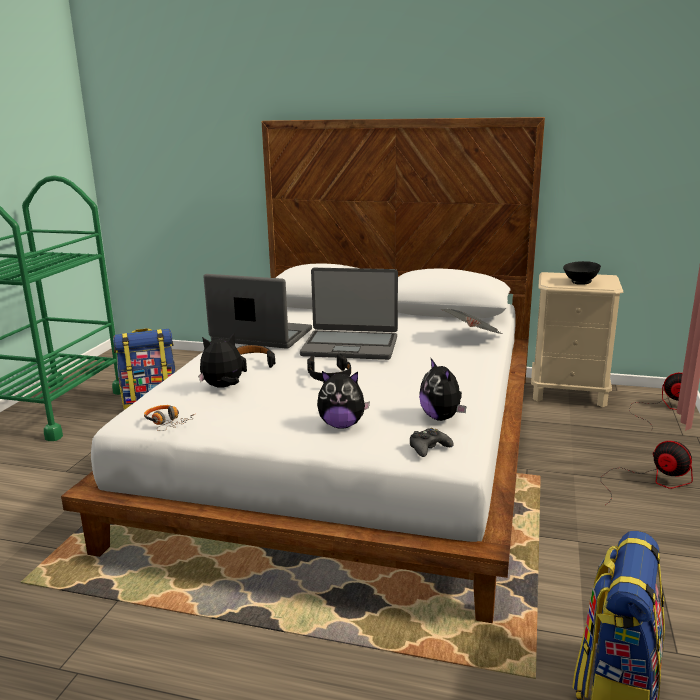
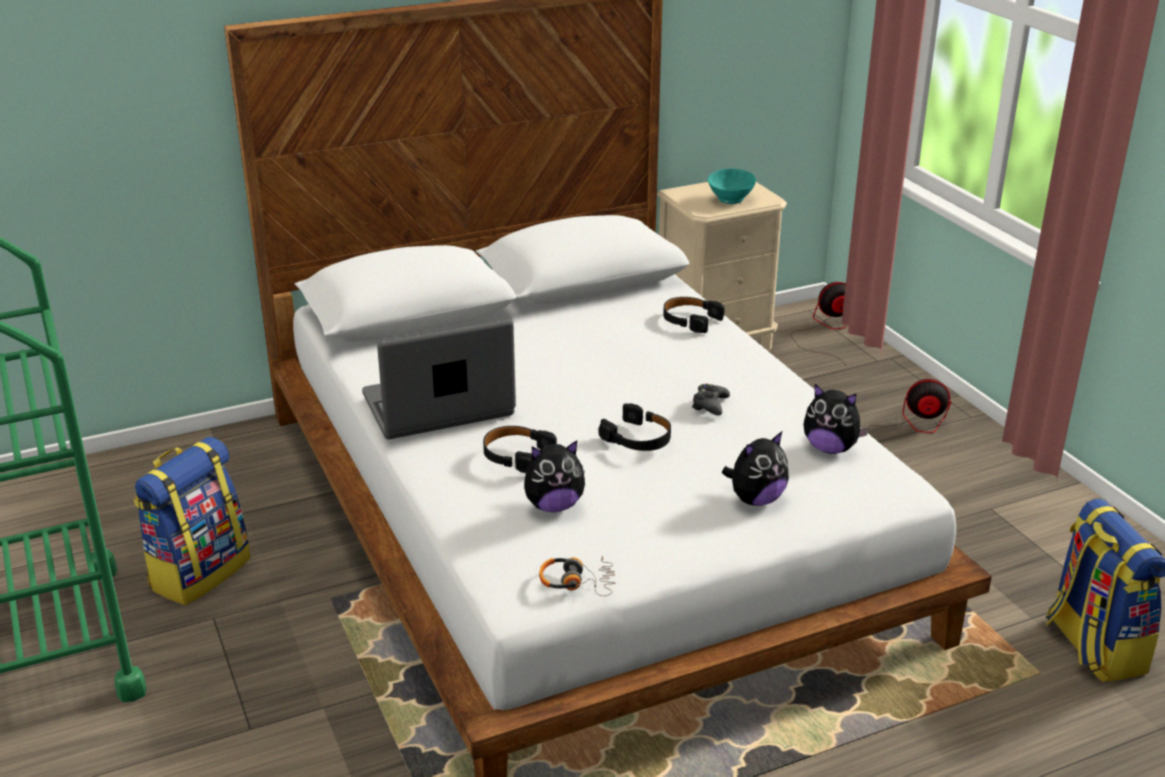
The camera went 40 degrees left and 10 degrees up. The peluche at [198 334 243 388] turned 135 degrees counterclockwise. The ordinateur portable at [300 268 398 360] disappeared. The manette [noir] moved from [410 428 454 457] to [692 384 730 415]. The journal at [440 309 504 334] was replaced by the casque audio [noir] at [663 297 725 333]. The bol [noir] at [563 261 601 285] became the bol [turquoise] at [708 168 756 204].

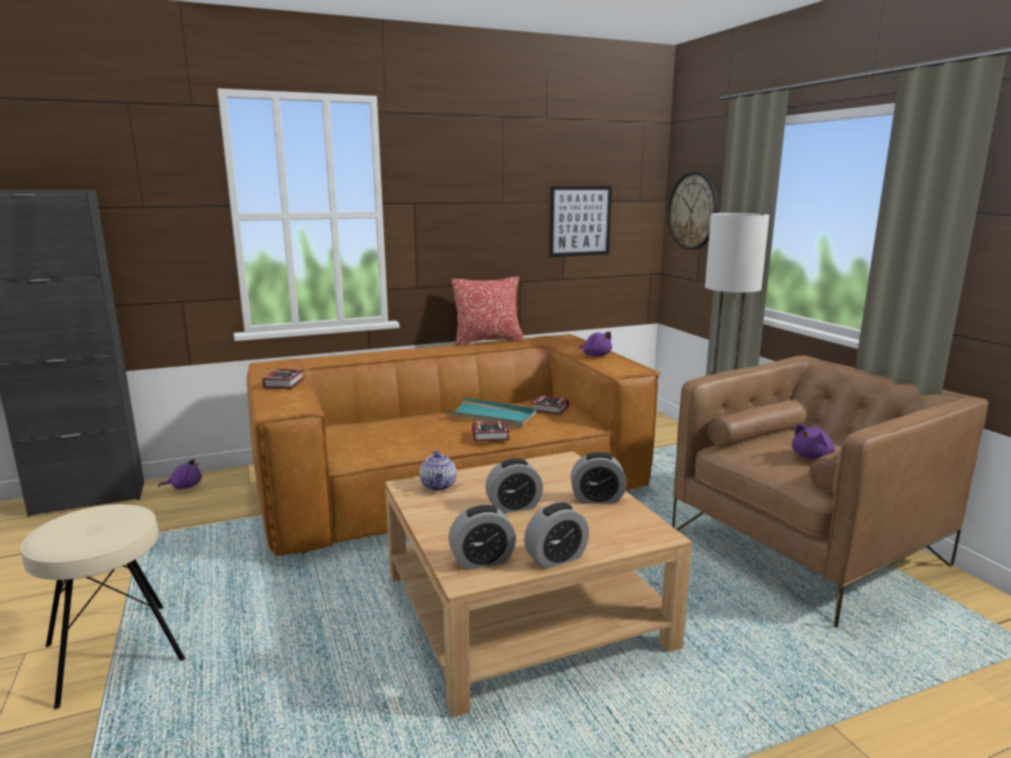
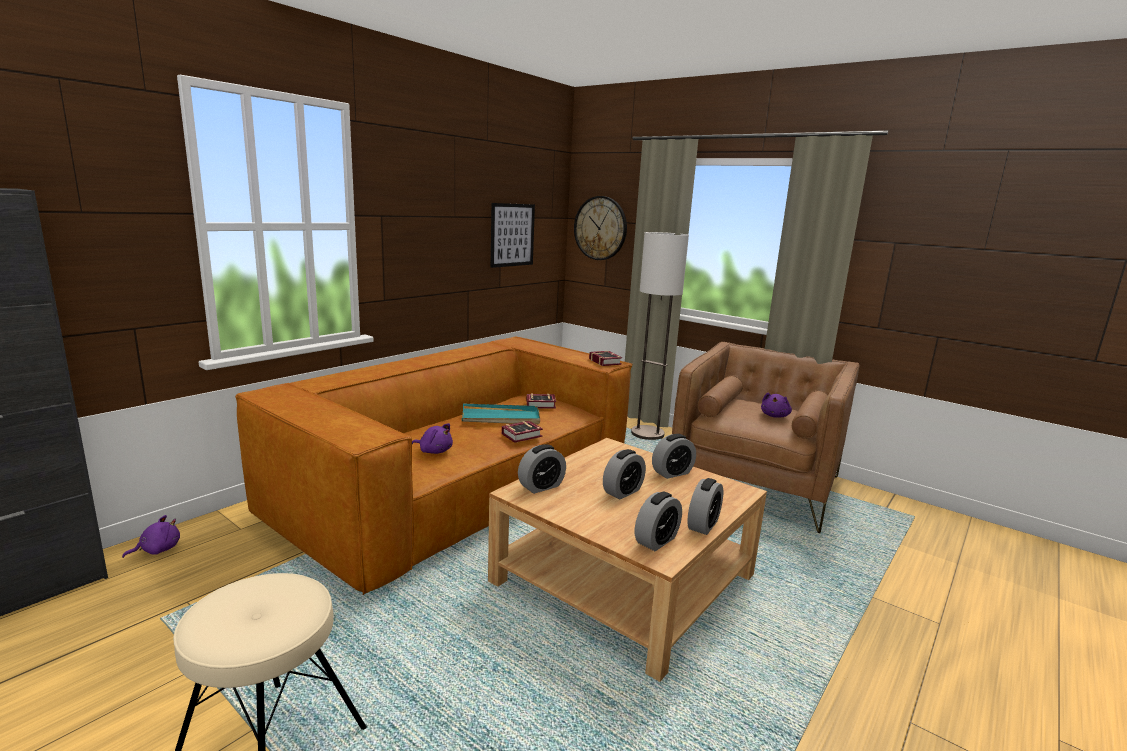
The camera went 30 degrees left and 0 degrees up. The livre moved from [262 369 305 389] to [589 351 622 366]. The théière at [419 450 457 491] was replaced by the réveil at [518 444 566 494]. The coussin at [451 276 524 345] disappeared. The peluche [violet] moved from [579 332 612 357] to [412 423 453 454].

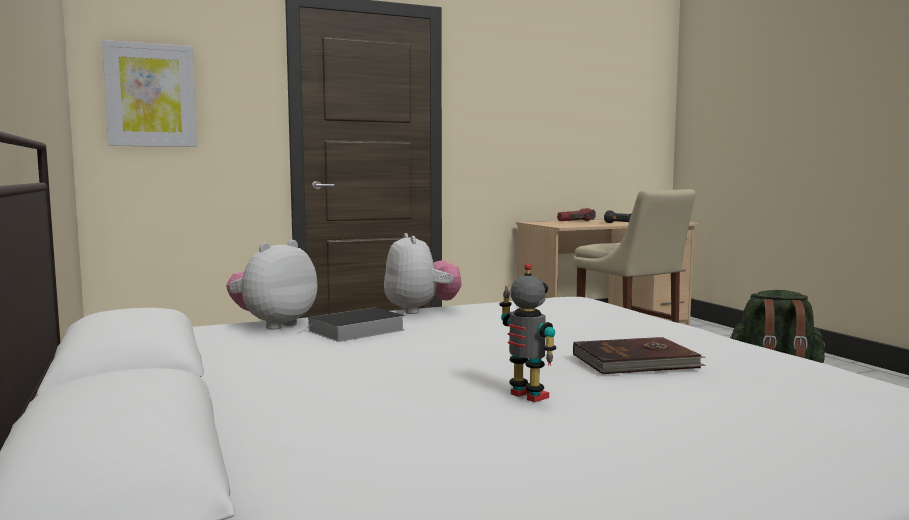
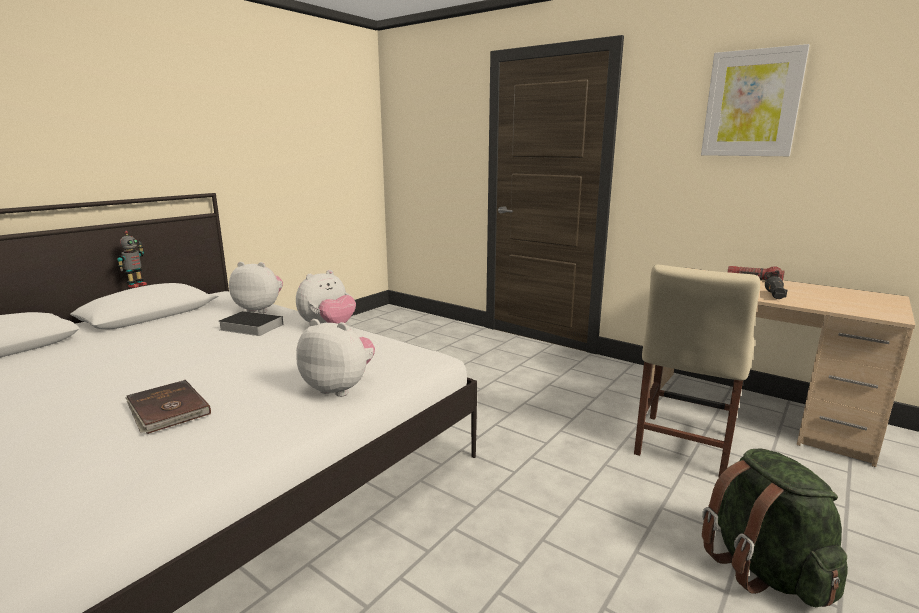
The camera went 60 degrees right and 10 degrees up. The tableau moved from [102 40 197 147] to [701 44 810 156]. The robot jouet moved from [499 263 556 402] to [117 231 147 288]. The peluche at [296 319 375 397] appeared.

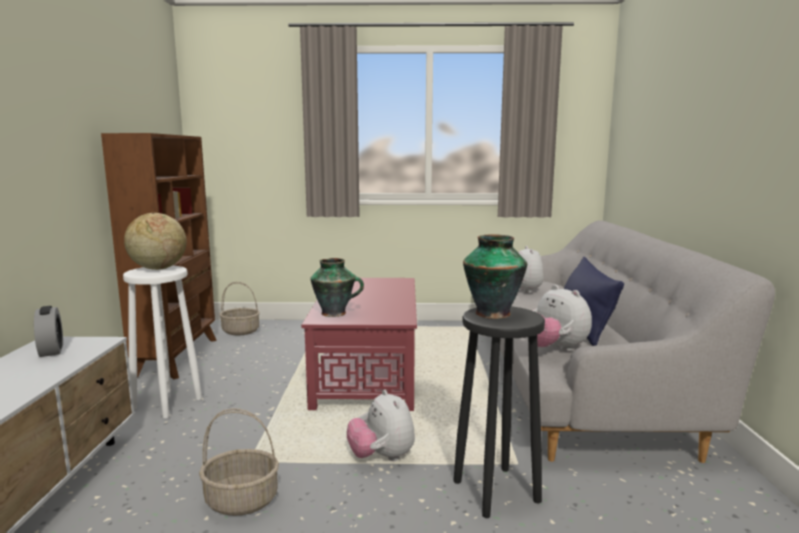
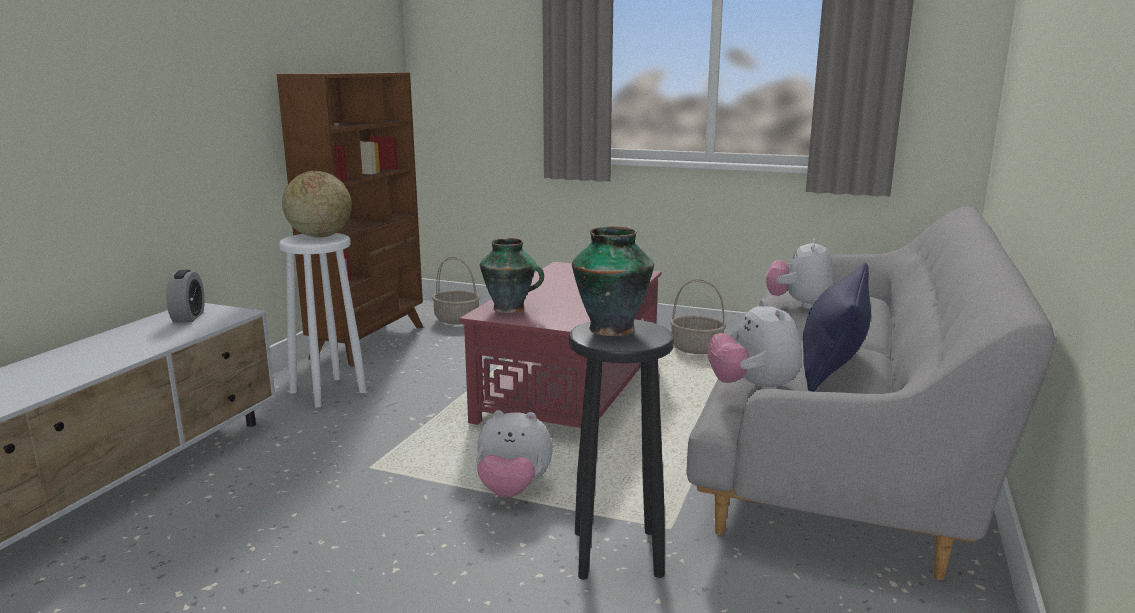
The camera went 20 degrees right and 5 degrees up. The panier moved from [199 408 279 516] to [670 279 726 354]. The peluche at [347 389 415 461] turned 75 degrees counterclockwise.

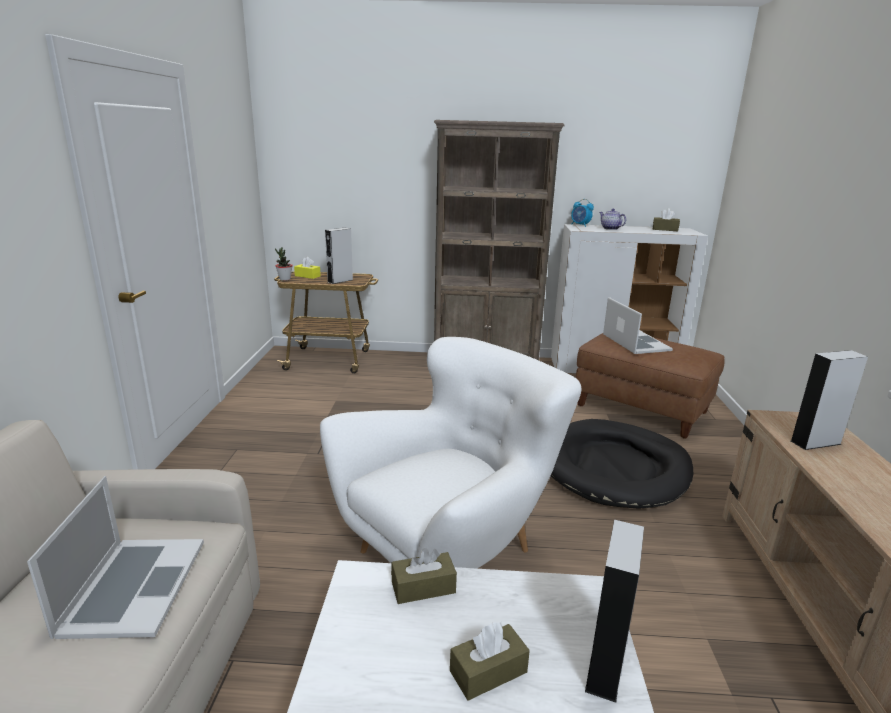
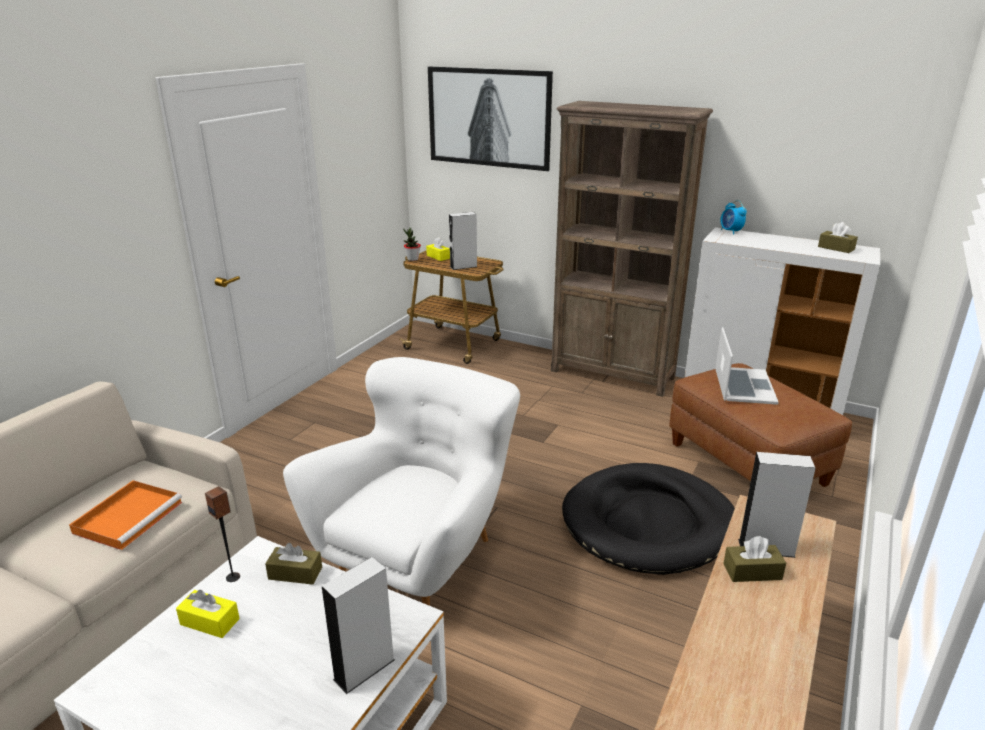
The camera went 25 degrees right and 5 degrees up. The ordinateur portable at [27 476 204 639] was replaced by the plateau [orange] at [69 480 182 550]. The fauteuil [blanc] at [320 337 581 569] turned 45 degrees counterclockwise. The boîte à mouchoirs [marron] moved from [450 622 530 701] to [723 536 786 582]. The théière at [599 209 626 230] disappeared. The boîte à mouchoirs [jaune] at [176 590 240 638] appeared. The enceinte at [205 486 240 582] appeared. The tableau at [428 67 553 171] appeared.

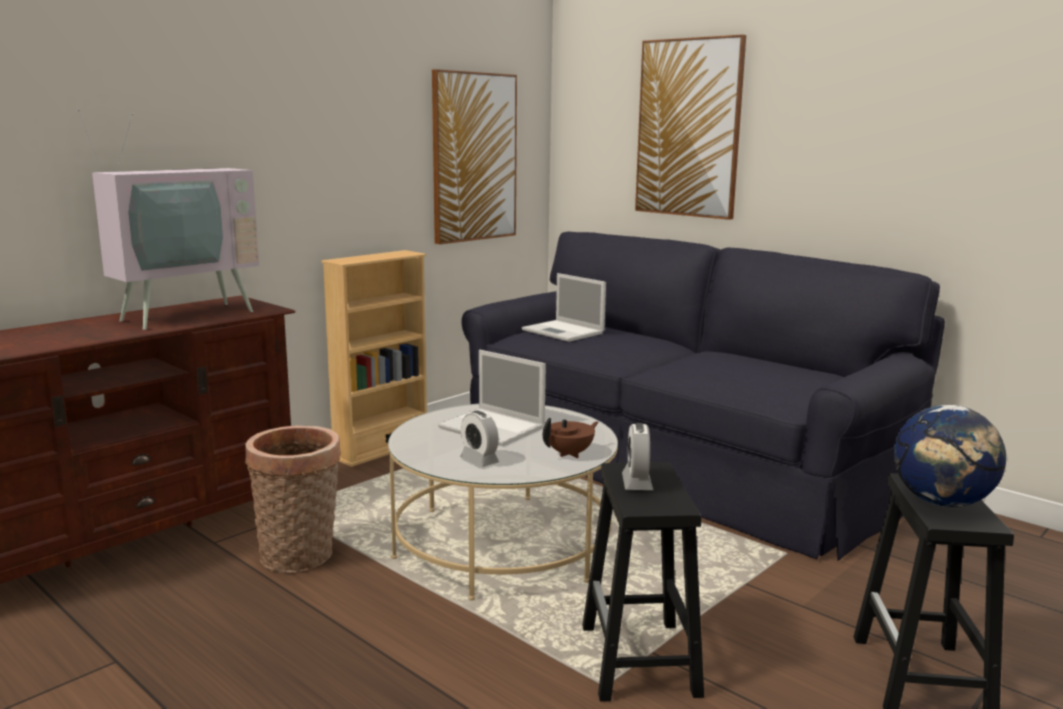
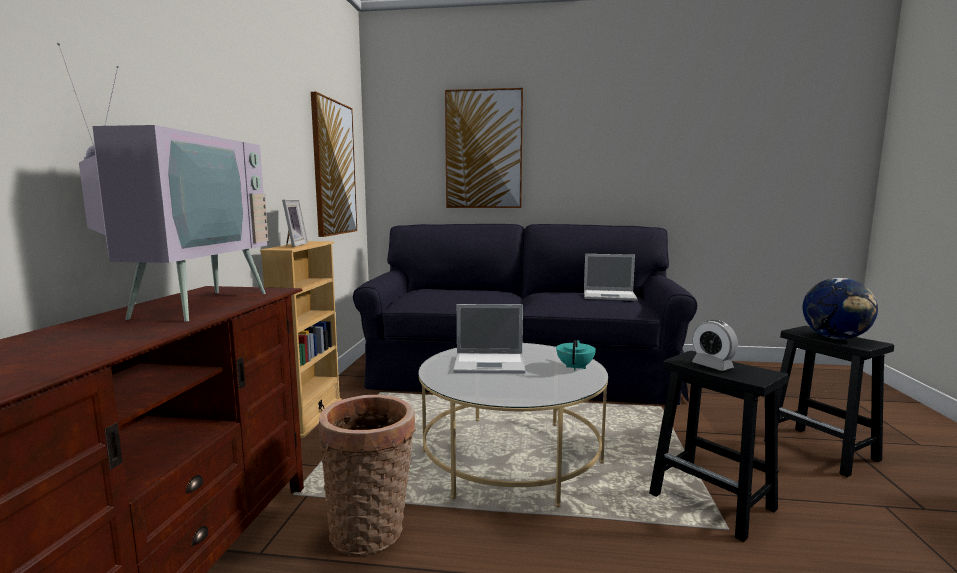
The camera went 35 degrees left and 5 degrees down. The réveil at [460 411 499 467] disappeared. The ordinateur portable moved from [522 273 606 342] to [584 254 638 301]. The théière [marron] at [543 418 599 458] became the théière [turquoise] at [556 340 596 371]. The cadre photo at [282 199 308 247] appeared.

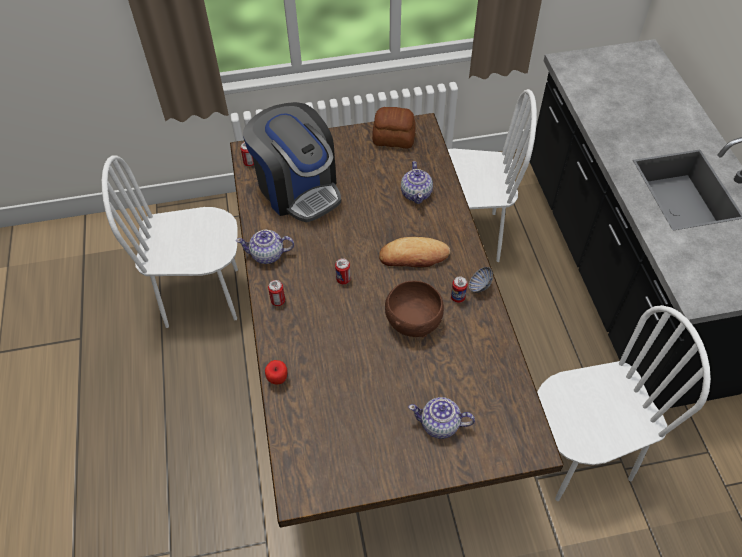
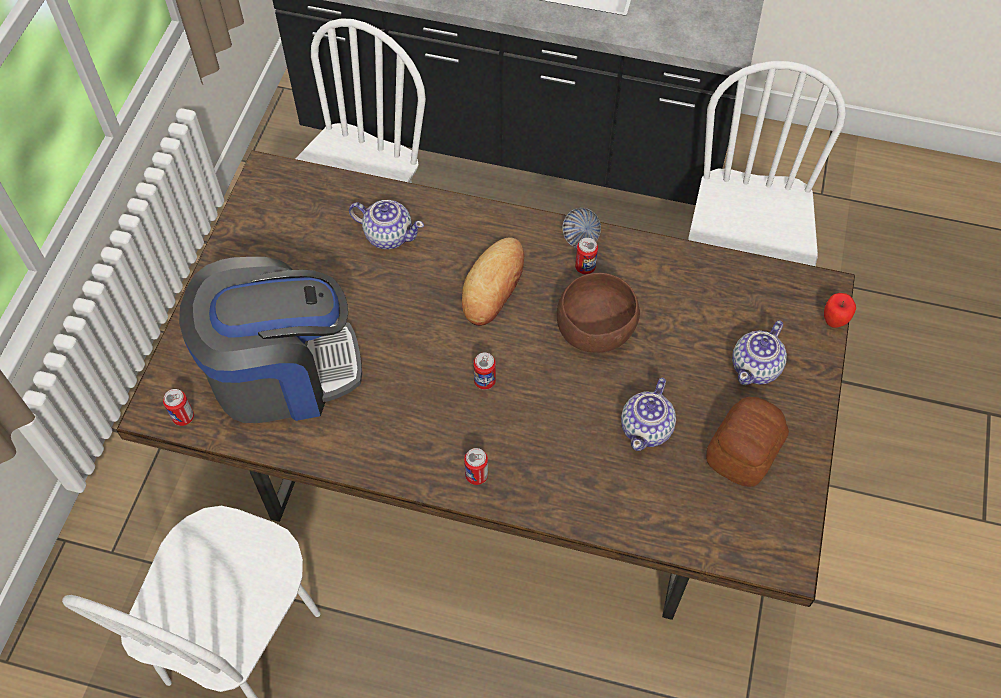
The camera went 65 degrees left and 5 degrees up. The théière moved from [236 230 294 264] to [621 378 676 451]. The pomme moved from [265 360 287 384] to [824 293 856 328]. The pain moved from [372 107 416 148] to [706 397 789 487].

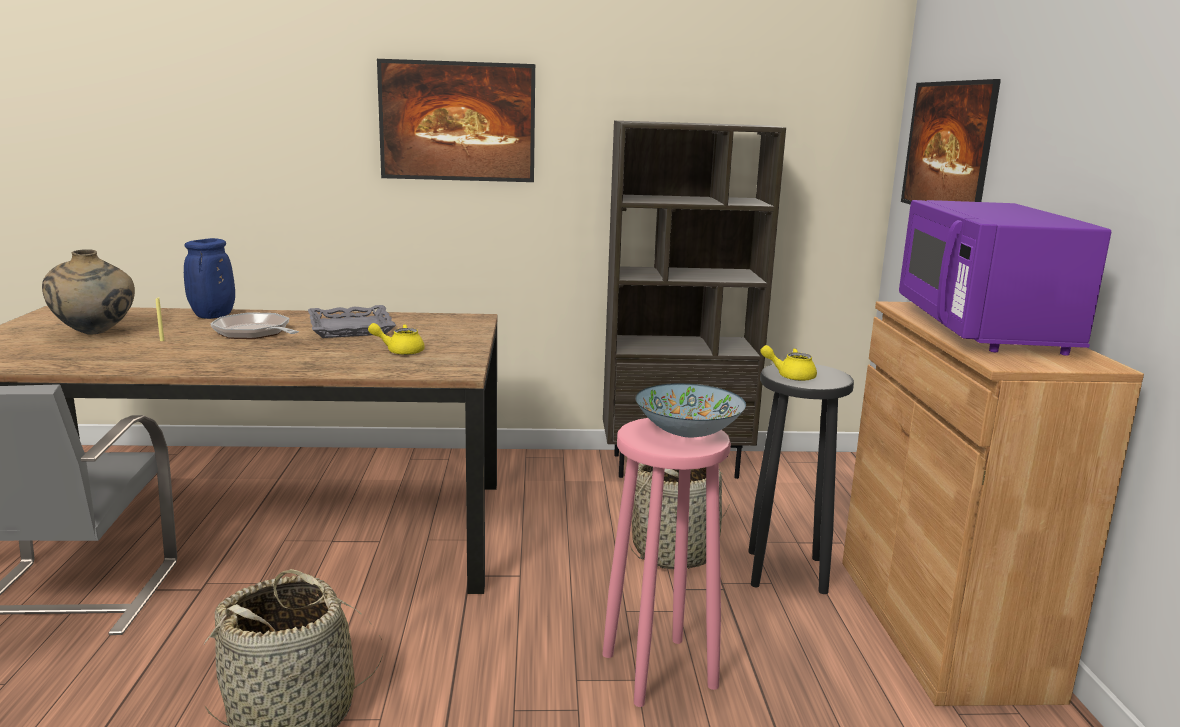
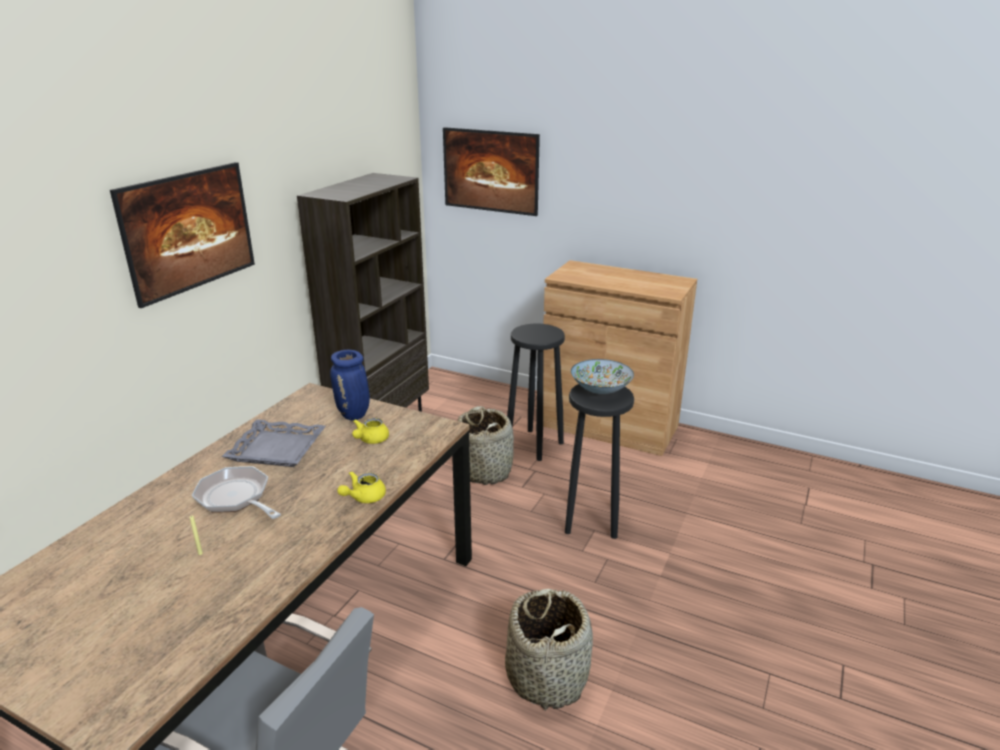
The camera went 60 degrees left and 10 degrees up. The vase [beige] at [42 249 135 335] disappeared. The vase [bleu] moved from [184 238 235 319] to [330 350 370 420]. The poêle at [210 312 299 339] turned 60 degrees clockwise. The tabouret [rose] at [603 418 731 707] became the tabouret [noir] at [565 384 634 539]. The théière [jaune] moved from [760 345 817 381] to [337 471 386 503]. The micro-ondes [violet] at [899 200 1111 356] disappeared.

